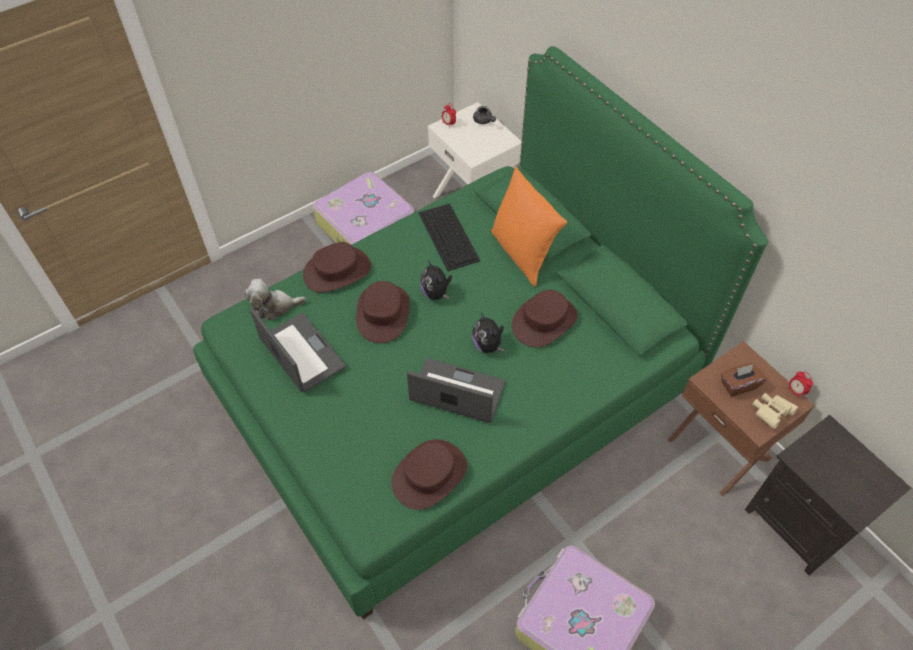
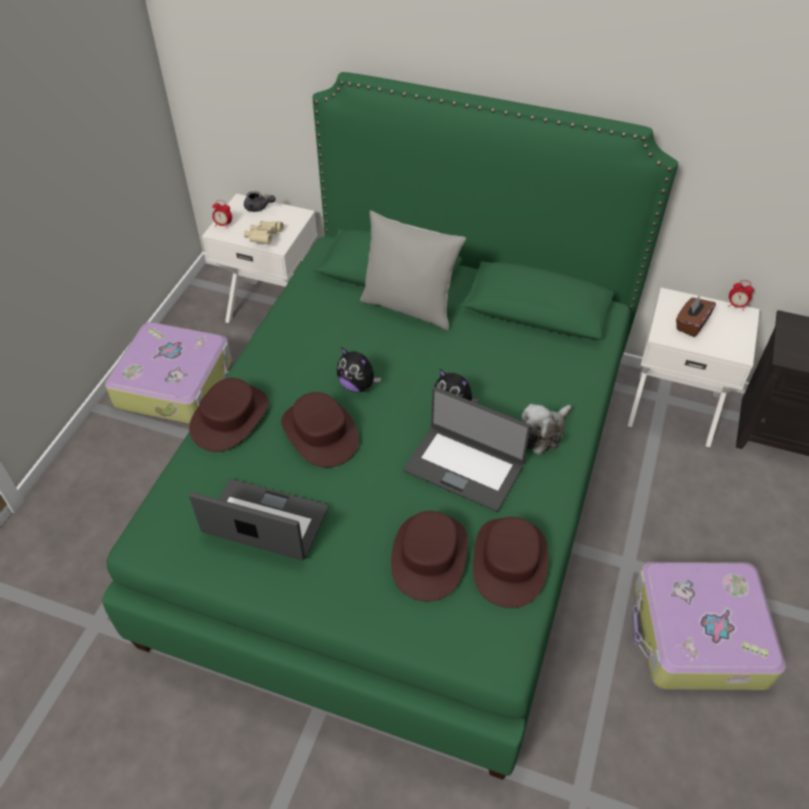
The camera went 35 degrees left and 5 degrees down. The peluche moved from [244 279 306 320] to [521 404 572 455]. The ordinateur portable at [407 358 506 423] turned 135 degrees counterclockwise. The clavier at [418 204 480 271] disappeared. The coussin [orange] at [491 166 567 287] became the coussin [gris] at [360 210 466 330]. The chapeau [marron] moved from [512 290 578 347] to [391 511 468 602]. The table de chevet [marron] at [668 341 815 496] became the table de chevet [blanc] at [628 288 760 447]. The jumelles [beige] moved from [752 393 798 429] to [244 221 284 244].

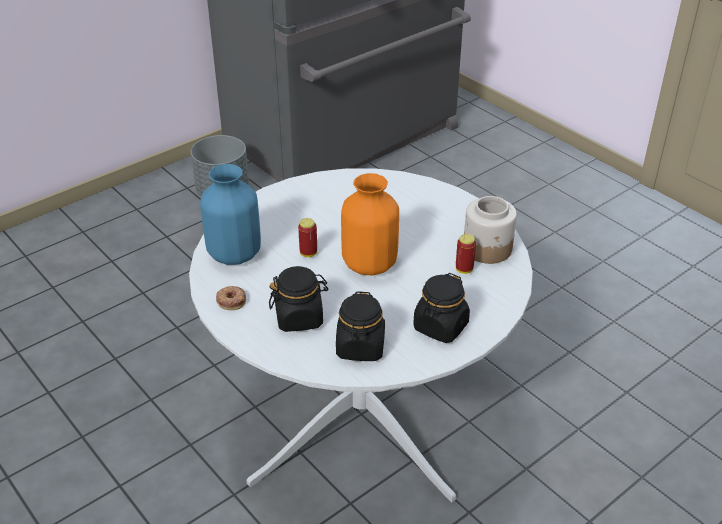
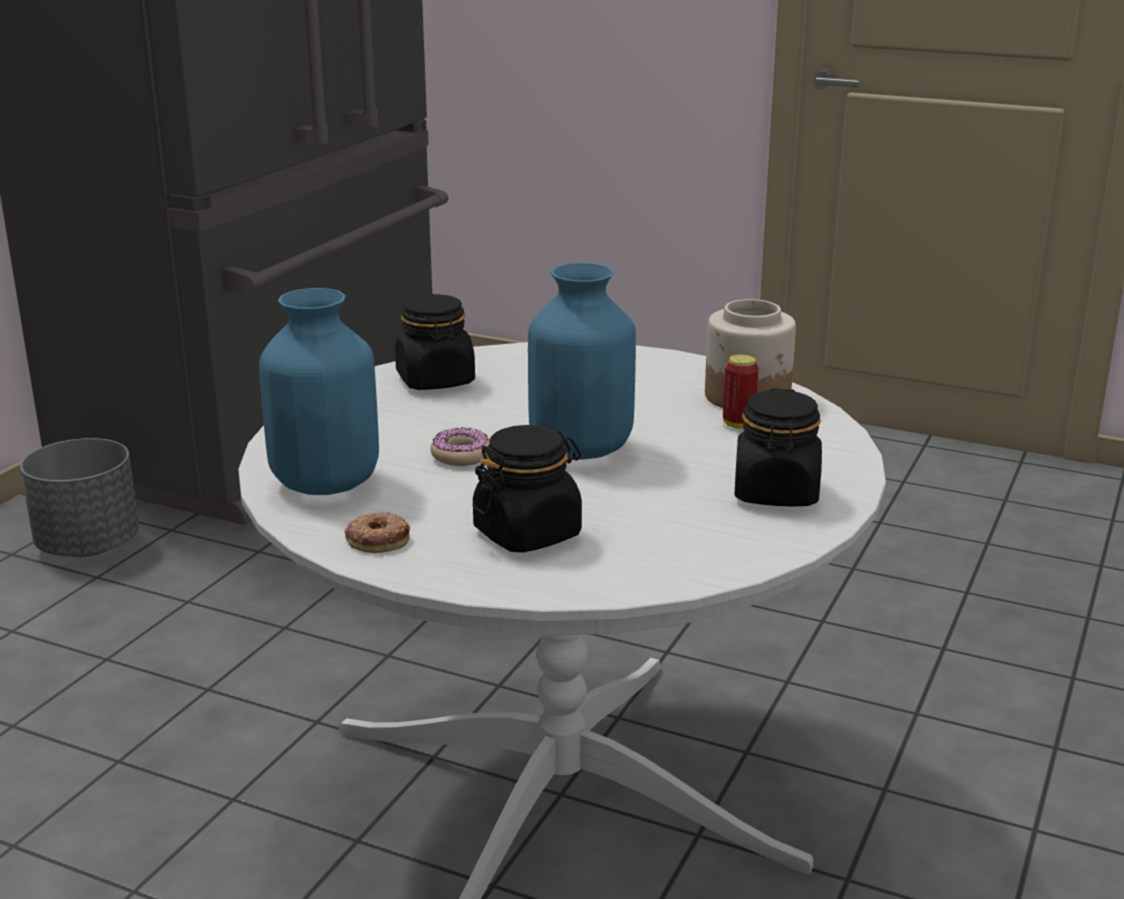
The camera went 25 degrees left and 15 degrees down. The boîte métallique at [298 218 317 257] was replaced by the beignet at [430 428 489 466]. The bocal [noir] moved from [336 291 385 361] to [395 294 475 390]. The vase [orange] at [341 173 399 275] became the vase [bleu] at [528 263 636 459].

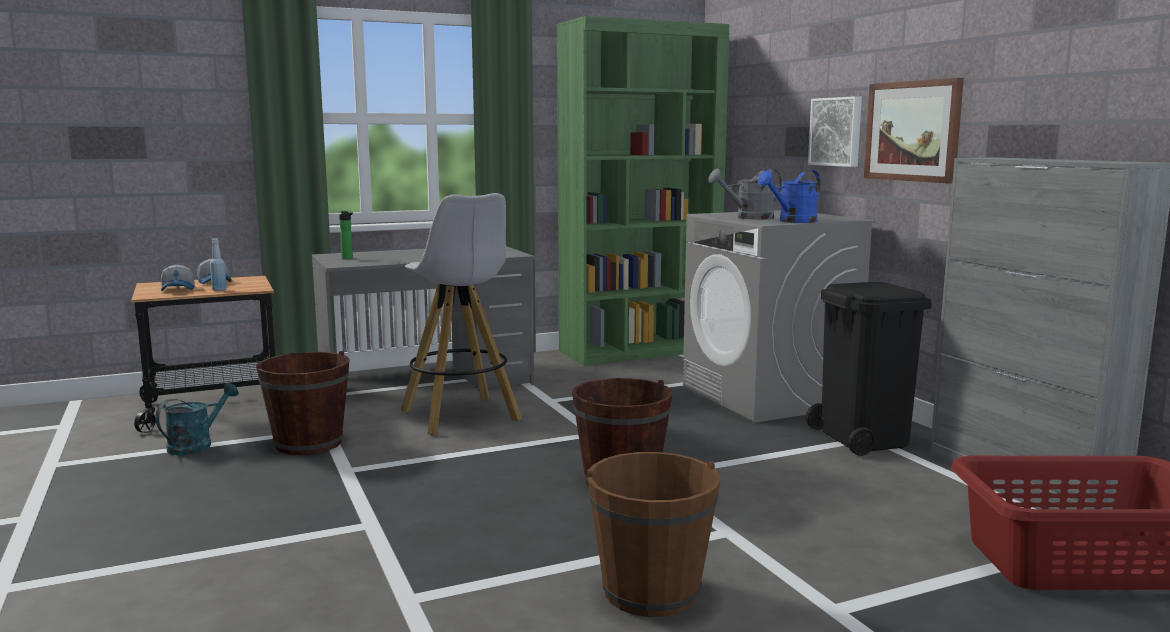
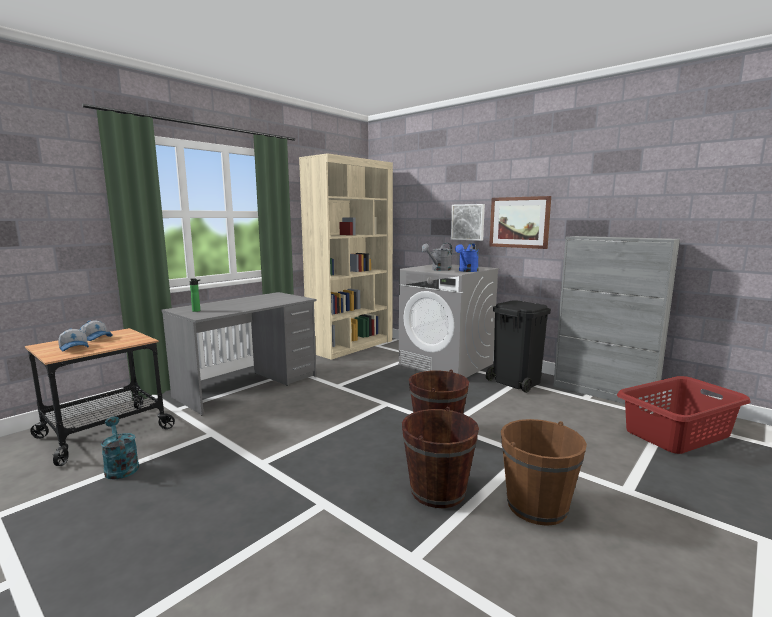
The camera went 25 degrees left and 0 degrees up. The arrosoir [turquoise] at [156 383 239 455] turned 45 degrees counterclockwise. The bouteille [bleu] at [210 239 227 291] disappeared. The seau [marron] moved from [256 351 350 455] to [402 407 479 508]. The tabouret [blanc] at [401 193 522 435] disappeared. The bibliothèque [vert] at [557 16 729 366] became the bibliothèque [beige] at [299 153 393 360].

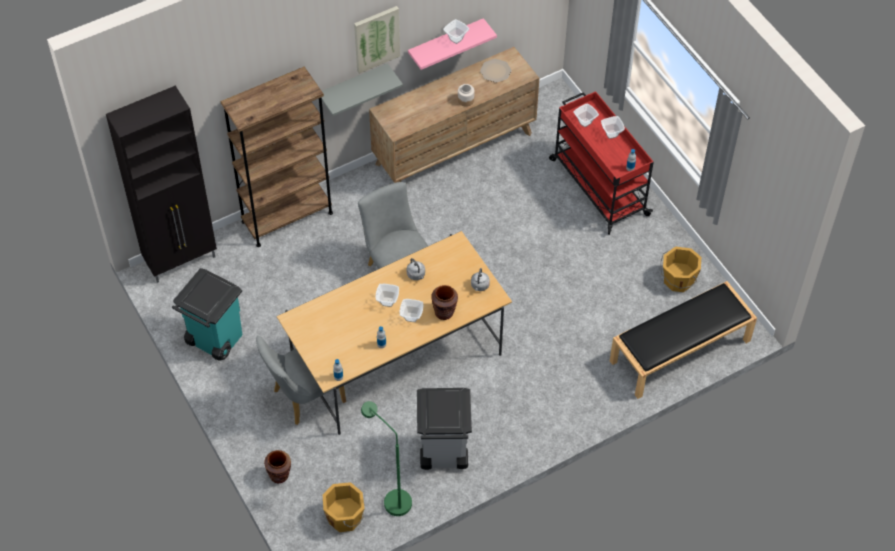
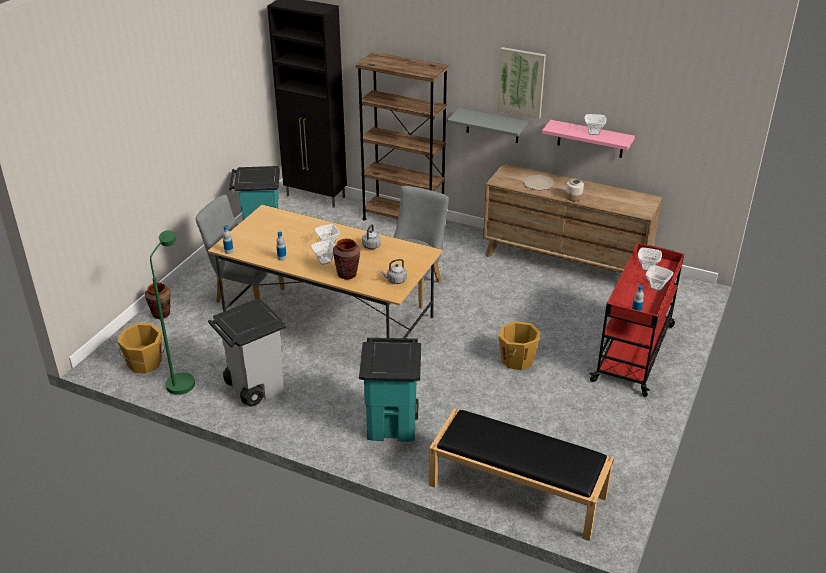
The camera went 55 degrees right and 20 degrees down. The assiette moved from [480 59 512 83] to [523 175 554 190]. The seau [orange] moved from [660 246 701 292] to [499 321 541 370]. The poubelle [turquoise] at [359 338 421 442] appeared.

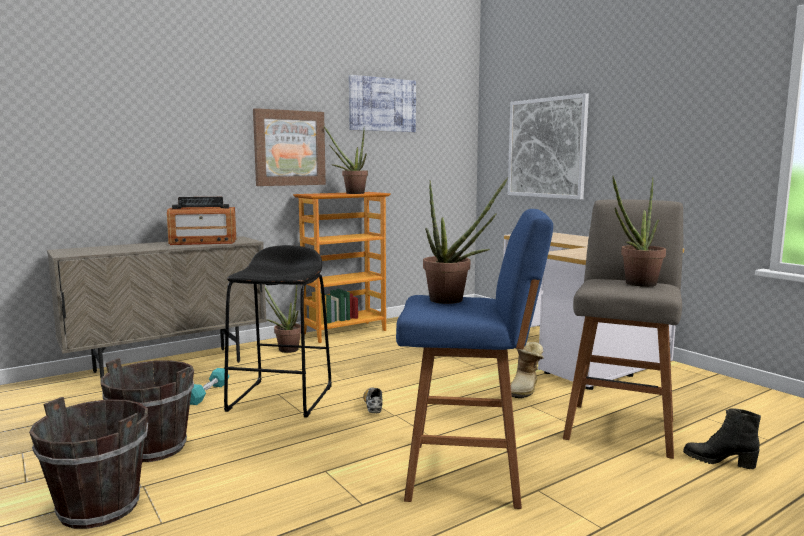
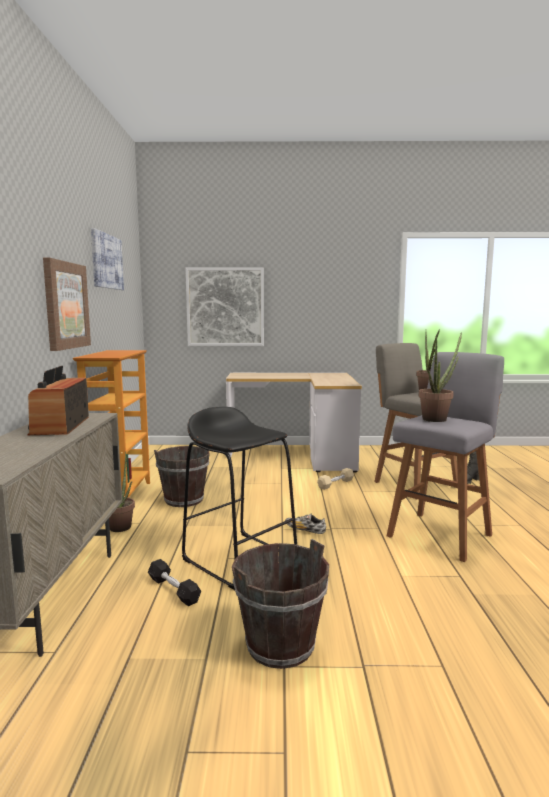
The camera went 55 degrees left and 0 degrees up. The seau [marron] moved from [29 397 148 529] to [154 446 210 507]. The radio at [167 197 236 245] turned 150 degrees clockwise. The haltère [turquoise] at [190 368 229 405] became the haltère [noir] at [148 559 201 606]. The plante en pot at [323 125 368 194] disappeared. The tabouret [bleu] at [396 209 553 509] became the tabouret [gris] at [387 352 504 562]. The botte at [511 342 544 399] was replaced by the haltère [beige] at [317 468 354 490].

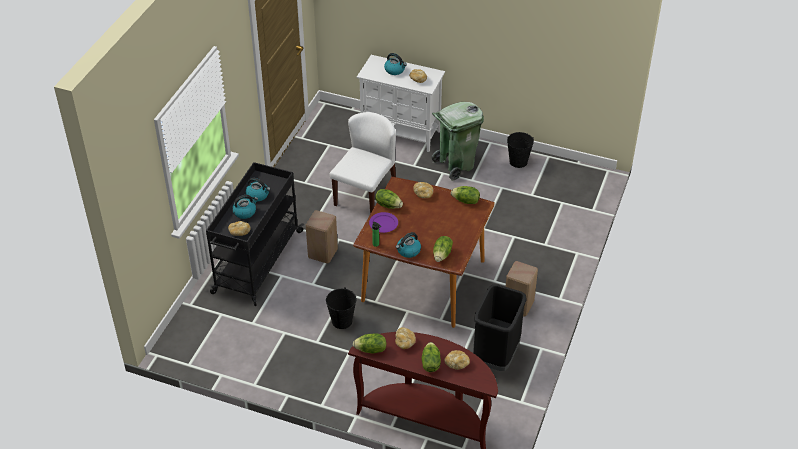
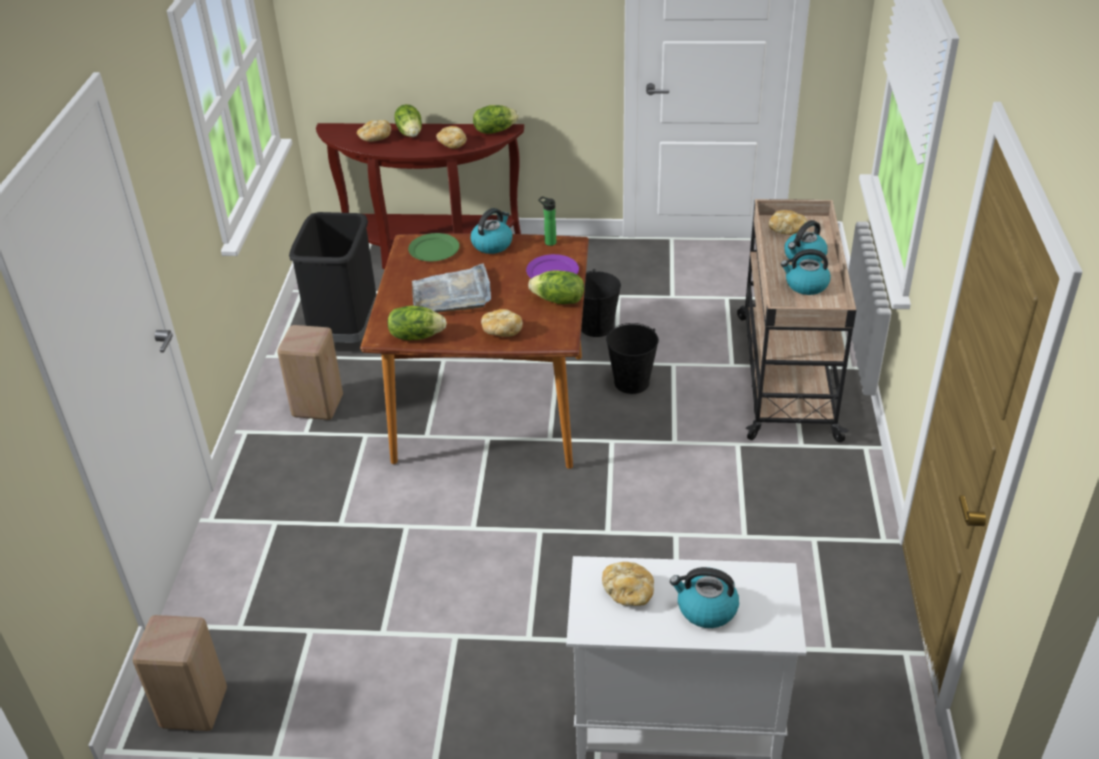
The camera went 165 degrees right and 5 degrees down. The chariot [noir] at [206 162 304 306] became the chariot [beige] at [737 199 856 443]. The tabouret [beige] moved from [306 210 338 263] to [133 615 227 731]. The chaise [blanc] at [330 112 396 214] disappeared. The poubelle [vert] at [431 102 484 181] disappeared. The laitue at [433 236 453 262] was replaced by the assiette [vert] at [408 233 460 261]. The seau [noir] moved from [507 132 534 168] to [606 323 659 394]. The plateau [gris] at [412 263 491 313] appeared.

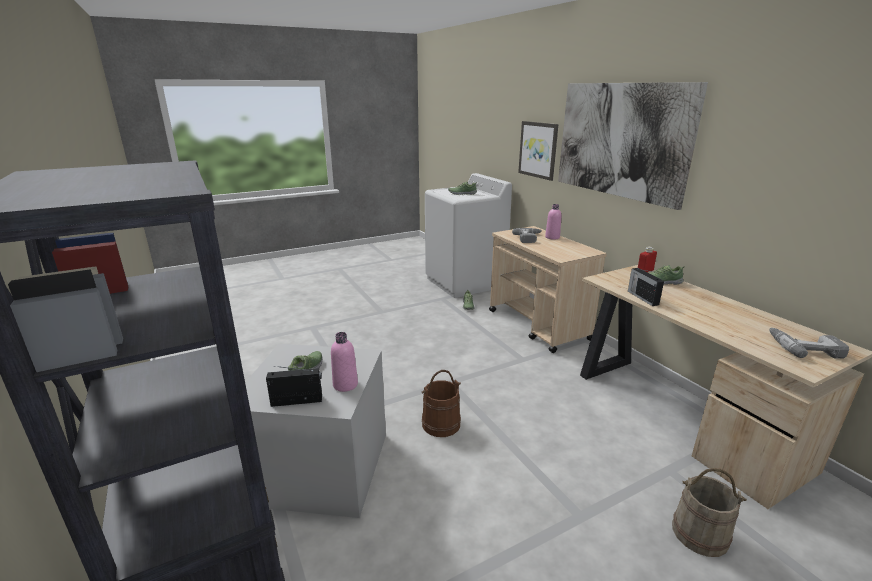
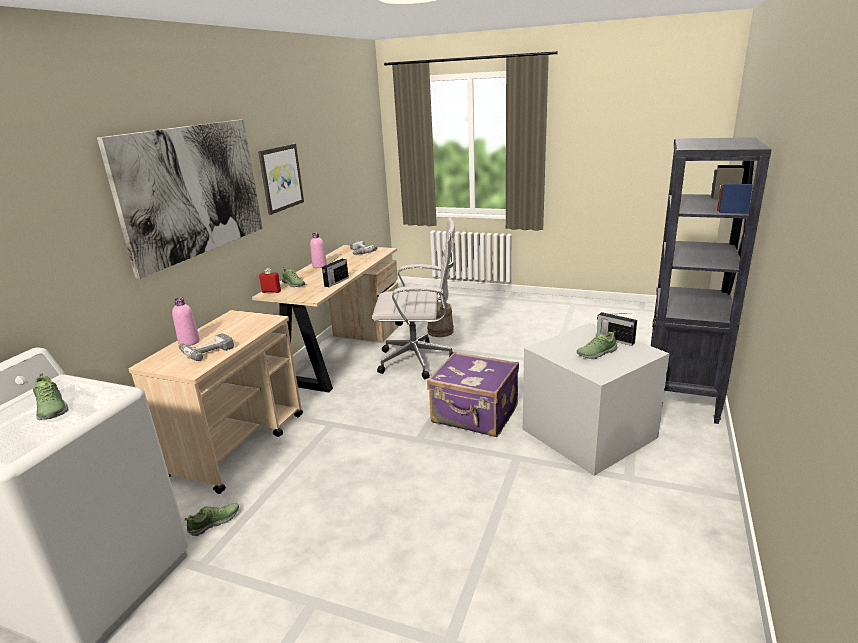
The camera went 130 degrees left and 0 degrees up. The bouteille [rose] moved from [331 332 358 392] to [310 233 327 268]. The seau [marron] at [422 370 461 437] was replaced by the valise [violet] at [427 352 519 437]. The tableau moved from [518 121 559 181] to [258 144 304 215]. The chaise de bureau [blanc] at [372 218 455 379] appeared.

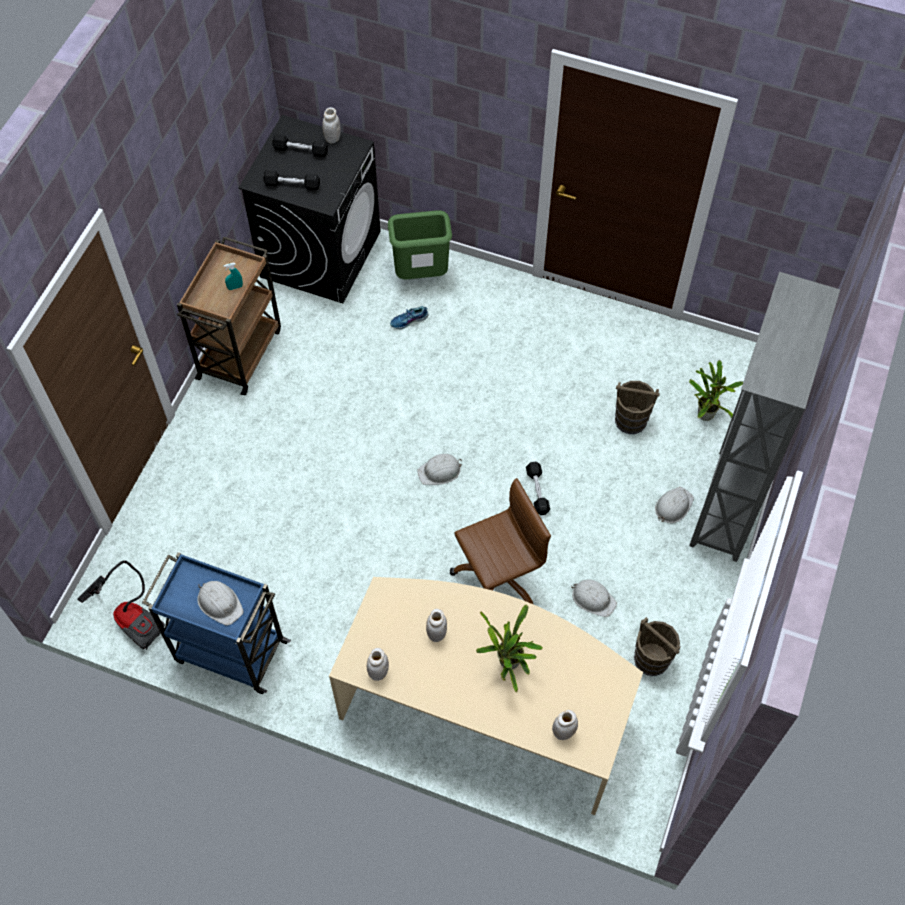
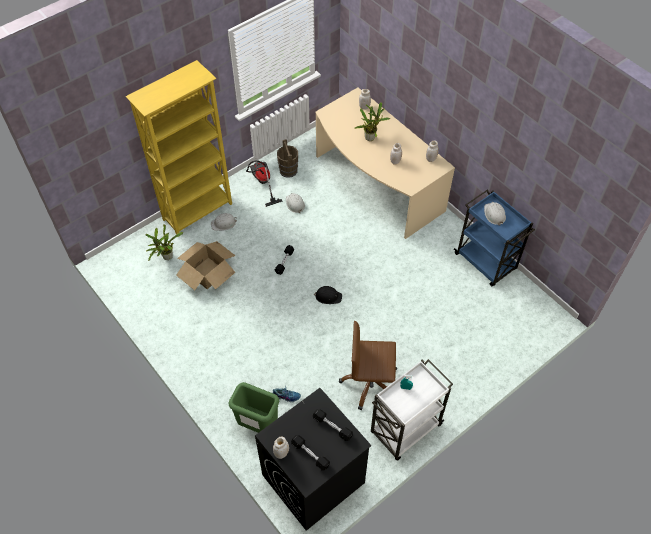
The camera went 150 degrees left and 5 degrees down. The aspirateur moved from [77 560 165 650] to [246 160 283 207]. The chariot [marron] at [177 237 281 395] became the chariot [blanc] at [371 359 453 460]. The casque de chantier [blanc] at [417 454 462 485] became the casque de chantier [noir] at [314 286 342 304]. The chaise de bureau [marron] moved from [450 478 551 605] to [339 321 397 410]. The seau [marron] at [615 381 660 434] was replaced by the carton at [176 241 235 290]. The bibliothèque [gris] at [689 272 840 562] became the bibliothèque [jaune] at [126 60 232 235].

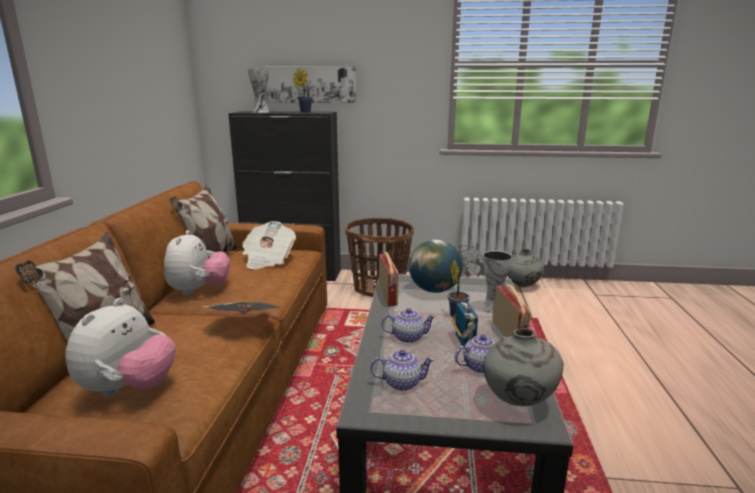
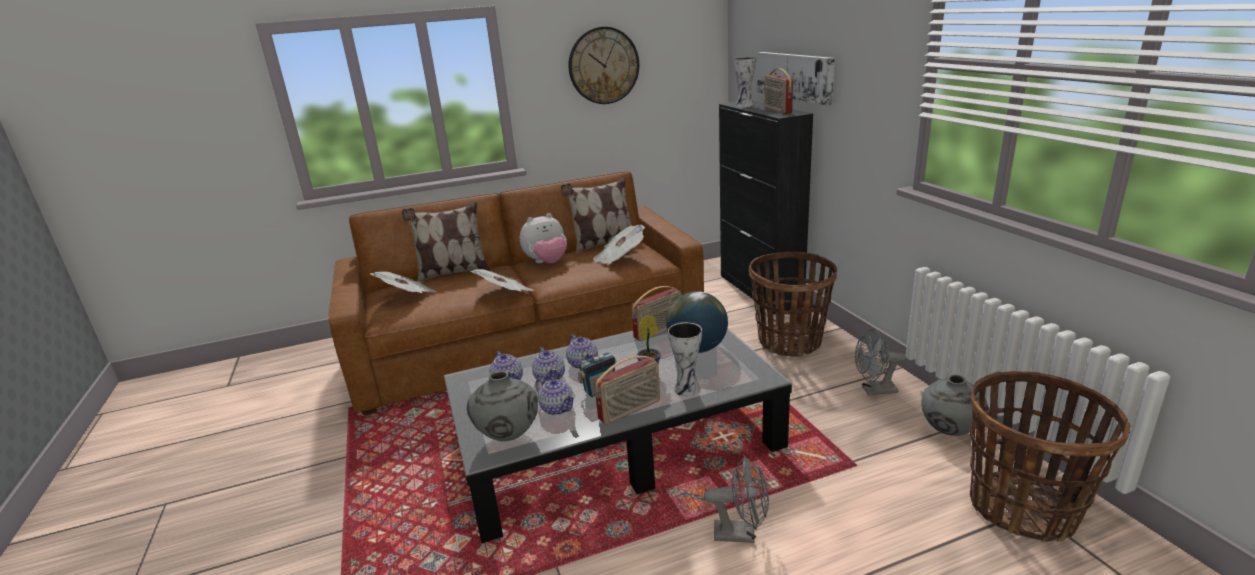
The camera went 65 degrees right and 5 degrees up. The peluche at [65 298 176 397] was replaced by the journal at [370 271 437 293]. The plante en pot at [293 69 313 113] was replaced by the radio at [765 68 793 114]. The théière at [532 347 565 382] appeared. The horloge murale at [568 27 639 104] appeared. The ventilateur [gris] at [704 456 769 543] appeared. The panier at [970 371 1130 542] appeared.

